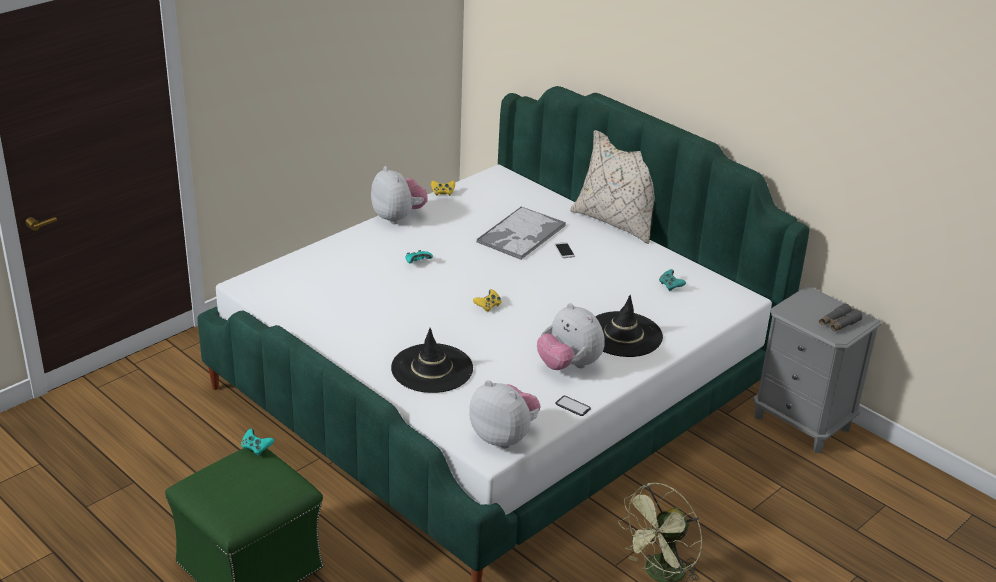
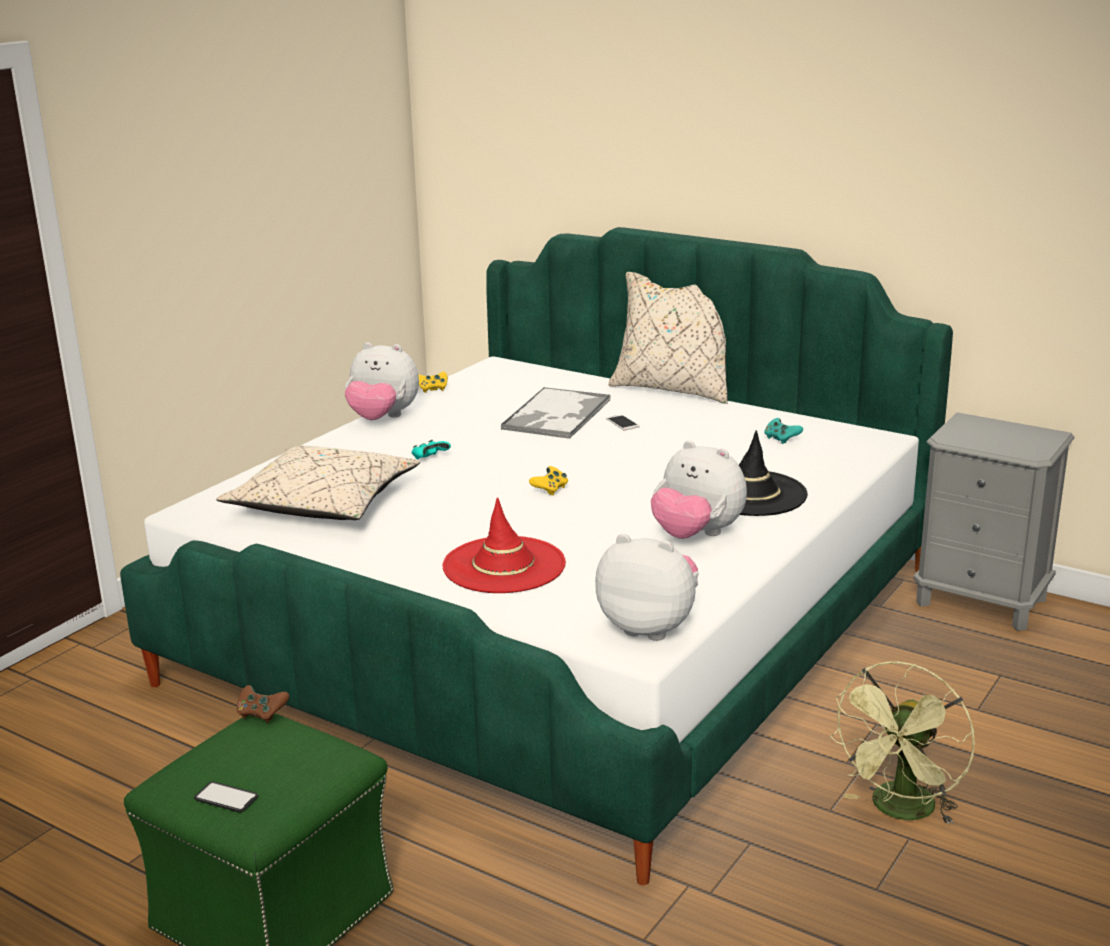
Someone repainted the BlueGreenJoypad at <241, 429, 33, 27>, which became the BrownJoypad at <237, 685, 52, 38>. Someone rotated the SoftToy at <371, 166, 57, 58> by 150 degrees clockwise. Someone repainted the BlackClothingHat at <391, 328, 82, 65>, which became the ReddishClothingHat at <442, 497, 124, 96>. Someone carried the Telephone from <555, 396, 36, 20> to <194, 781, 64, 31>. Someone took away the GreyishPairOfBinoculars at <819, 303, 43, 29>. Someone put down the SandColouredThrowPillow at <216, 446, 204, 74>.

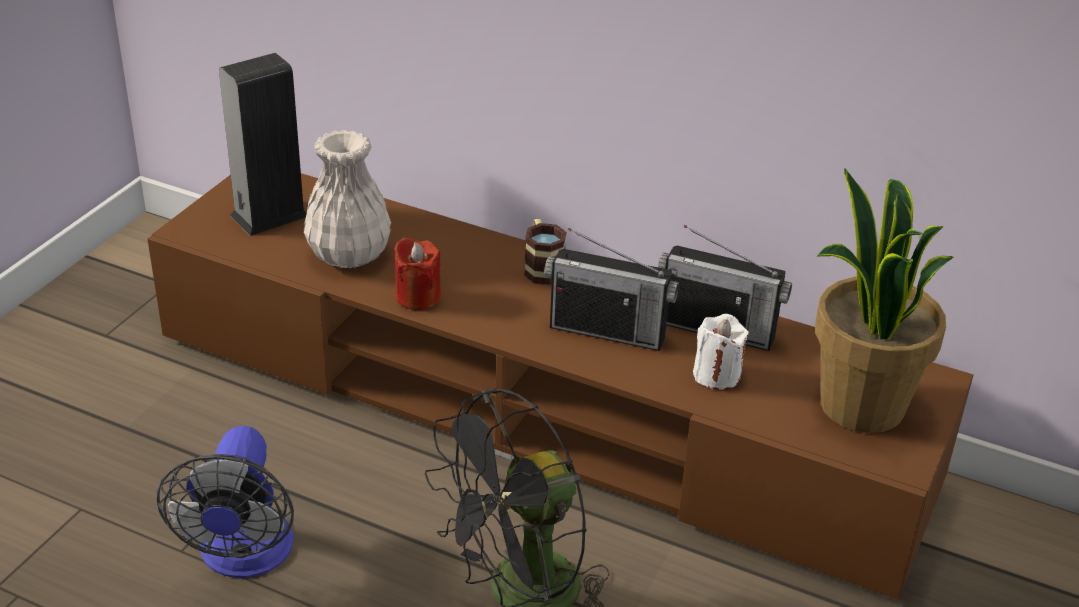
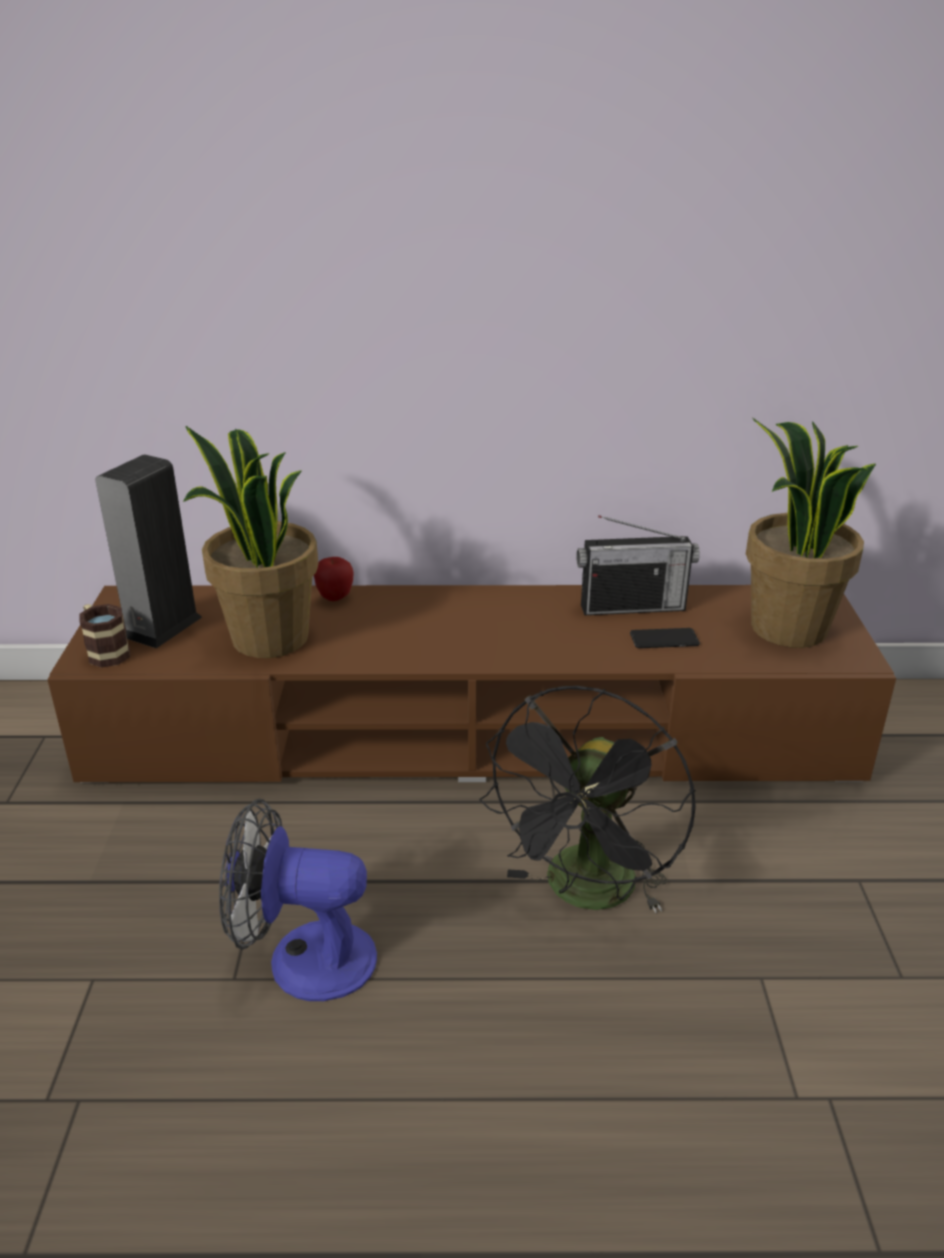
Someone rotated the Fan at <157, 426, 137, 152> by 120 degrees clockwise. Someone swapped the WhiteVase at <303, 130, 88, 138> for the PlantInAPot at <183, 426, 135, 232>. Someone took away the ReddishWaxLight at <394, 237, 47, 73>. Someone carried the Mug from <524, 219, 43, 66> to <79, 604, 51, 64>. Someone took away the RadioReceiver at <544, 228, 135, 123>. Someone swapped the WhiteWaxLight at <693, 314, 56, 76> for the Telephone at <630, 628, 70, 20>. Someone put down the WholeApple at <314, 557, 40, 44>.

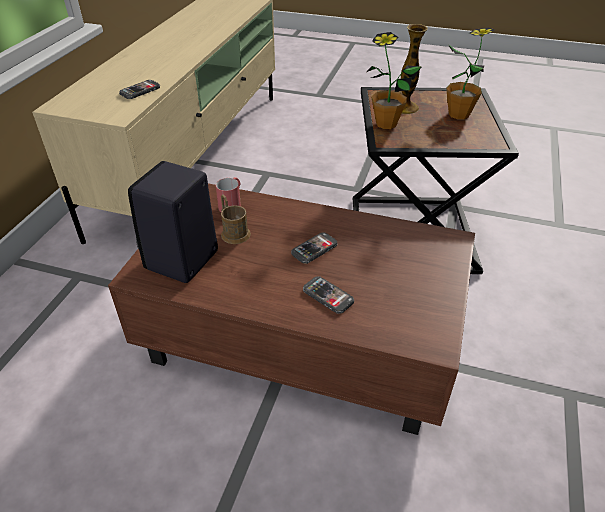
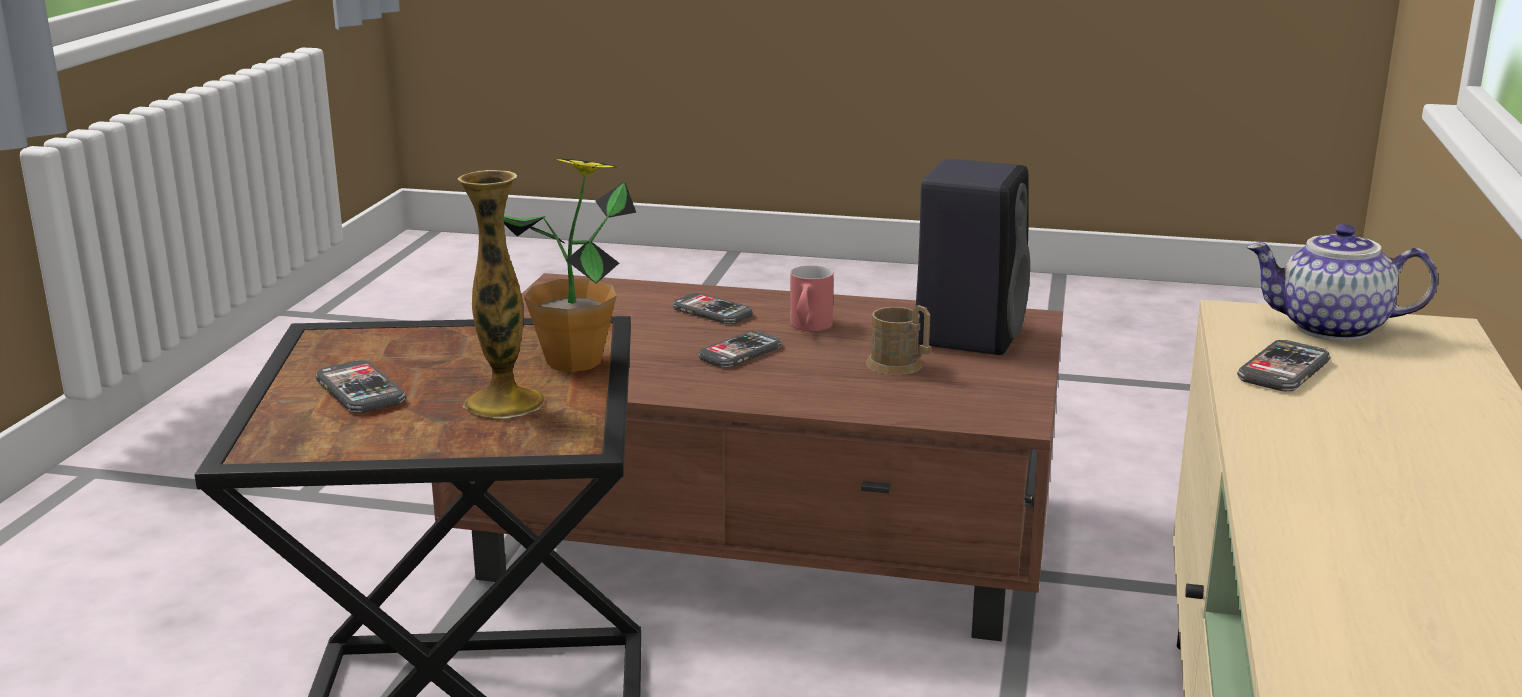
Someone carried the ReddishMug from <216, 177, 25, 35> to <790, 265, 44, 66>. Someone swapped the PlantInAPot at <446, 28, 49, 91> for the Telephone at <315, 360, 91, 53>. Someone put down the PotForTea at <1246, 224, 192, 117>.

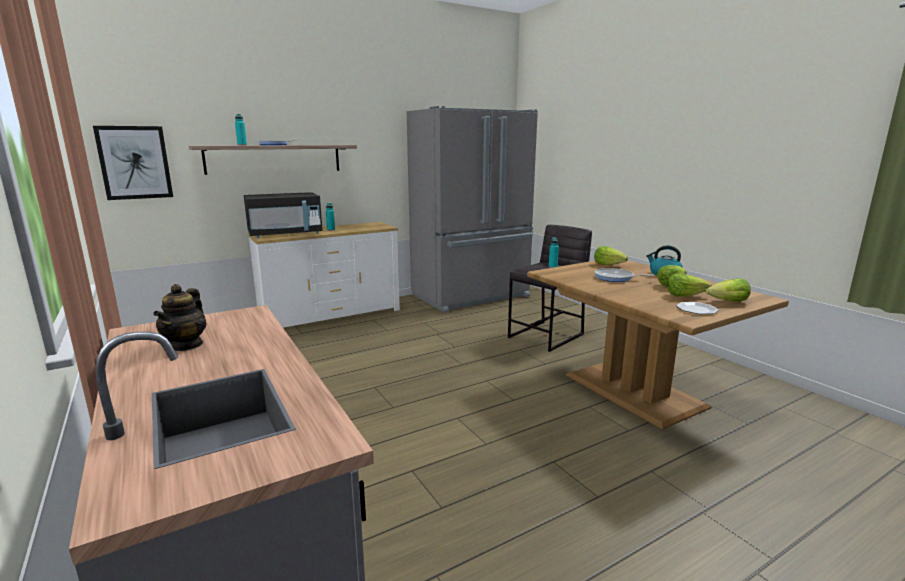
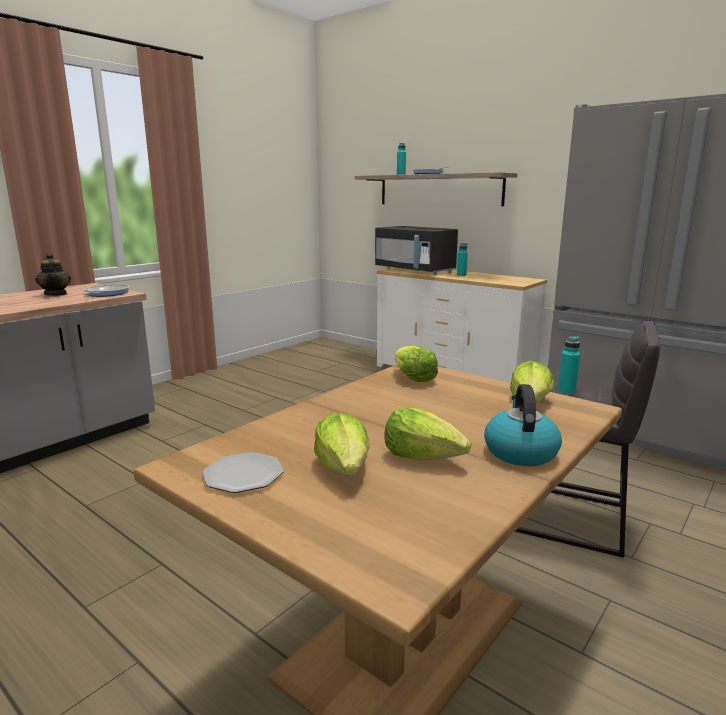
Someone took away the WallArt at <93, 126, 80, 74>. Someone rotated the PotForTea at <153, 284, 53, 67> by 105 degrees counterclockwise. Someone carried the Skillet from <595, 268, 59, 14> to <82, 284, 47, 13>. Someone carried the HeadOfLettuce from <706, 278, 45, 24> to <395, 346, 43, 36>.

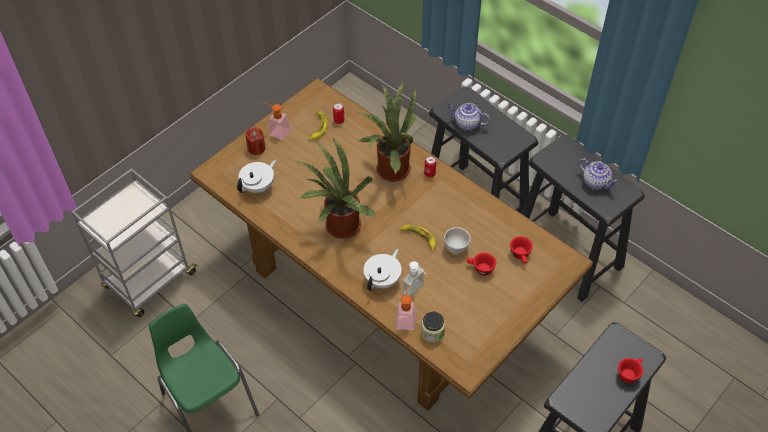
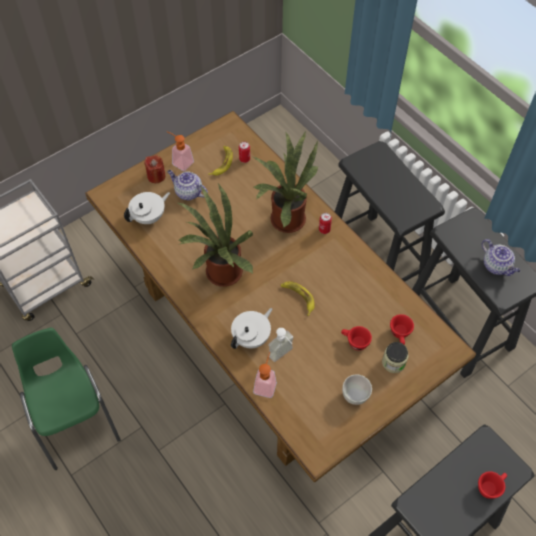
Someone carried the PreserveJar from <421, 312, 24, 31> to <382, 342, 26, 31>. Someone carried the WhiteDeepDish from <444, 227, 27, 27> to <342, 374, 30, 31>. Someone carried the PotForTea from <448, 103, 42, 28> to <167, 170, 41, 31>.

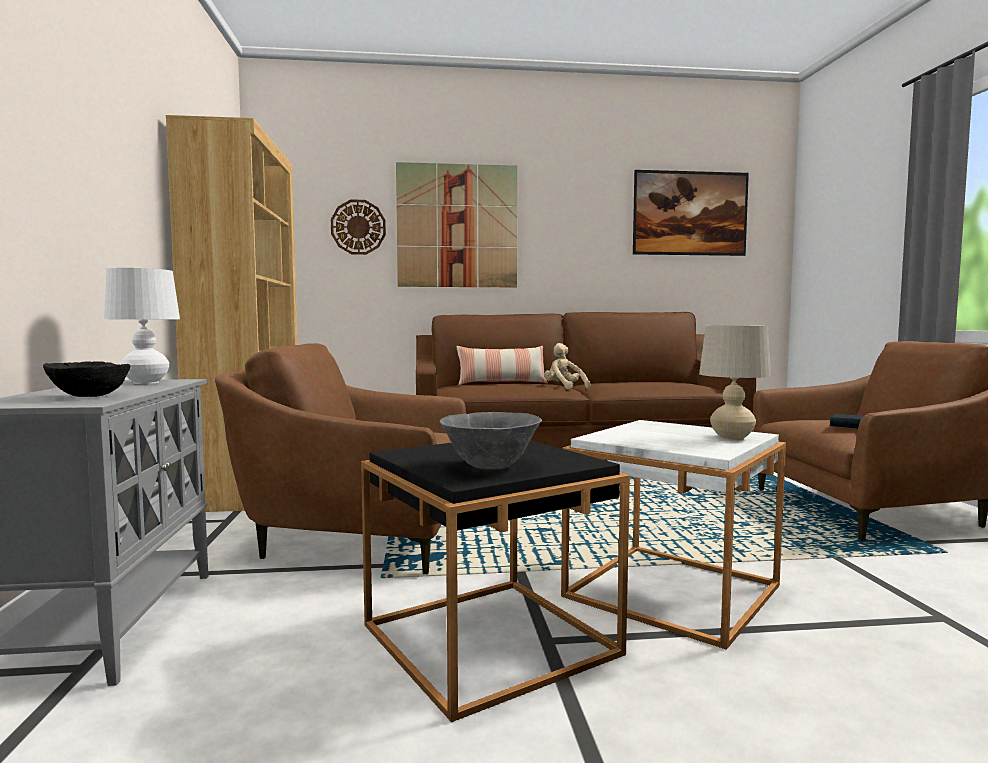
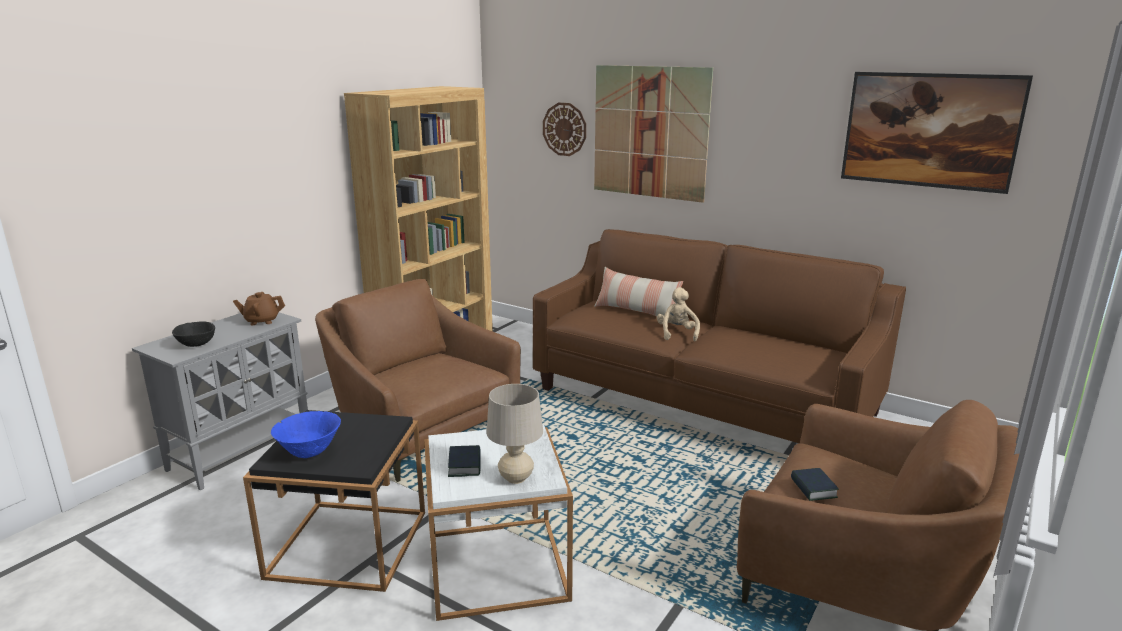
Someone swapped the WhiteLampForATable at <104, 268, 76, 116> for the BrownPotForTea at <233, 292, 52, 33>. Someone repainted the GreyishDeepDish at <440, 412, 102, 58>, which became the BlueColouredDeepDish at <271, 411, 70, 47>. Someone put down the BoundBook at <448, 445, 33, 32>.

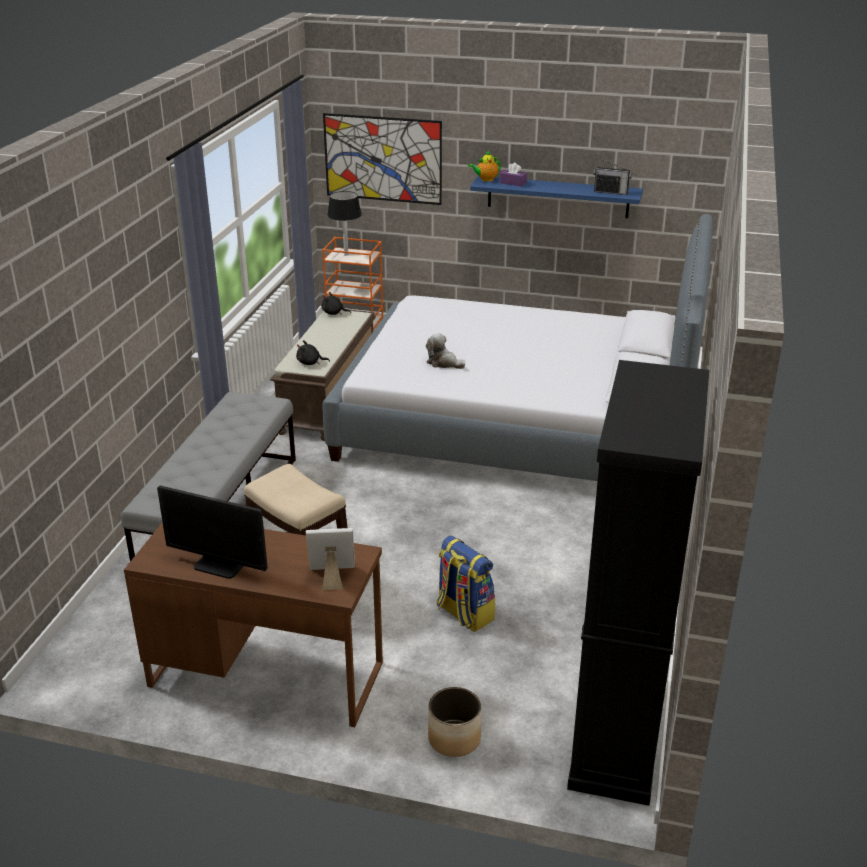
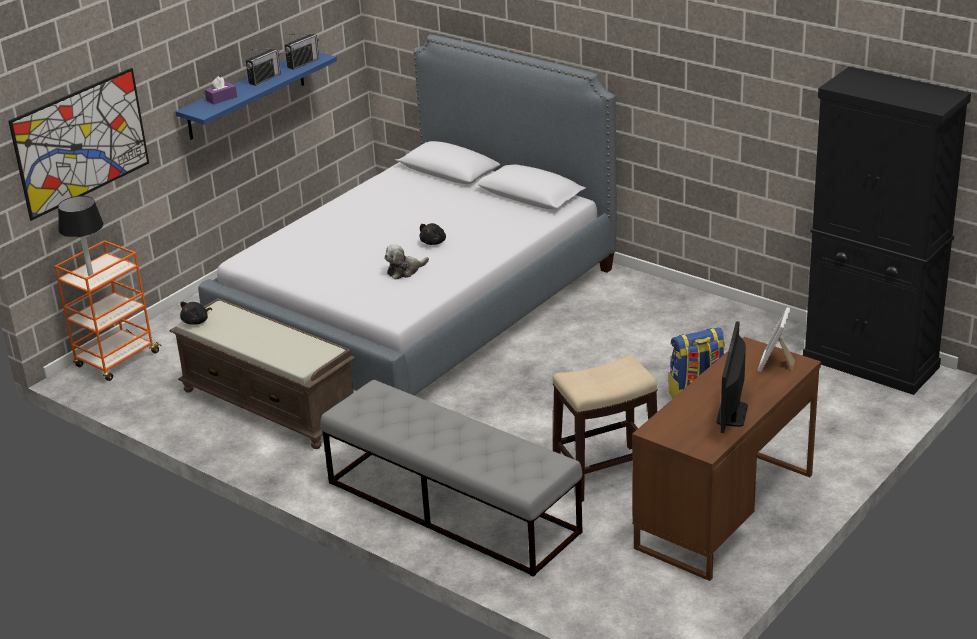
Someone rotated the ComputerScreen at <157, 485, 111, 94> by 150 degrees clockwise. Someone carried the BlackSoftToy from <296, 340, 34, 25> to <420, 223, 26, 22>. Someone took away the PlantPot at <428, 687, 53, 70>. Someone took away the PotForTea at <468, 151, 33, 30>. Someone put down the RadioReceiver at <246, 48, 35, 38>.

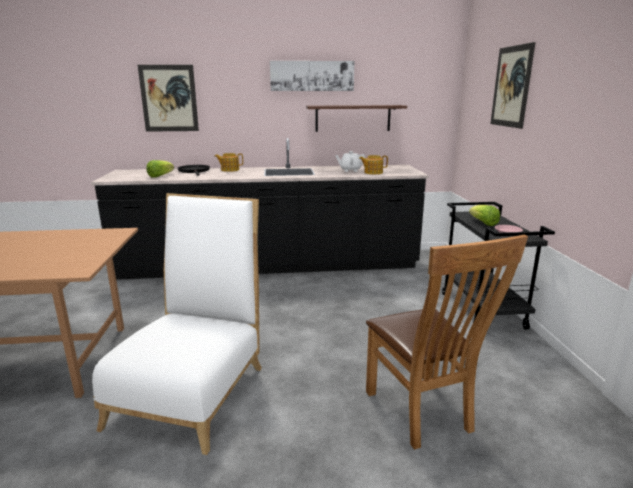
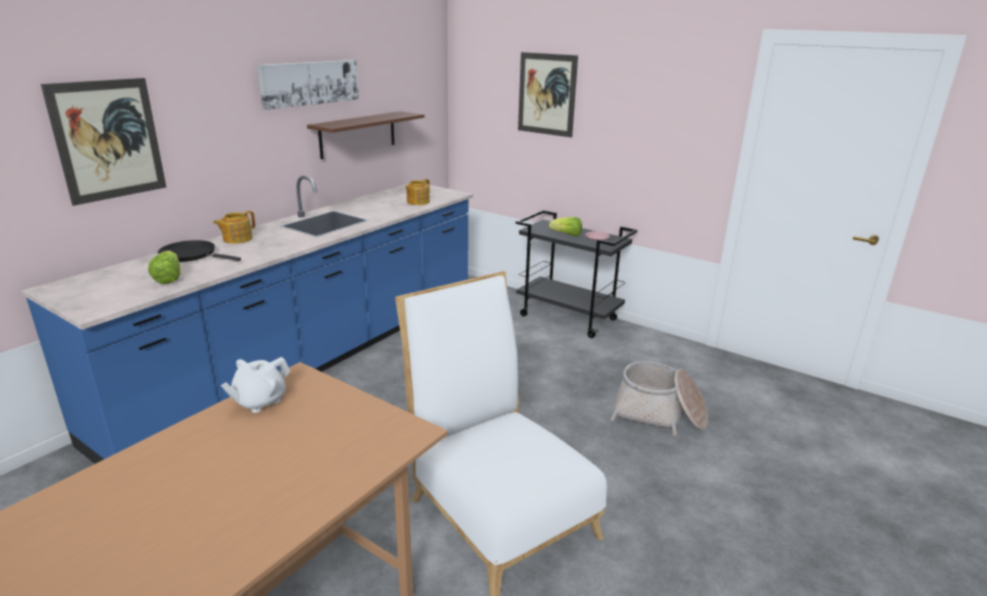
Someone repainted the BlackCounter at <91, 138, 338, 142>, which became the BlueColouredCounter at <21, 176, 452, 288>. Someone carried the WhitePotForTea from <335, 151, 30, 21> to <221, 357, 69, 56>. Someone swapped the BrownPlainChair at <366, 235, 162, 215> for the StorageBasket at <610, 361, 98, 74>.

